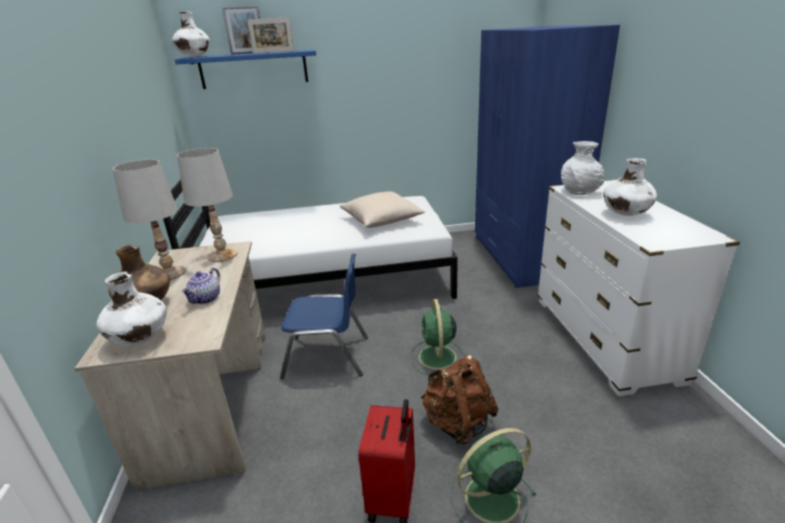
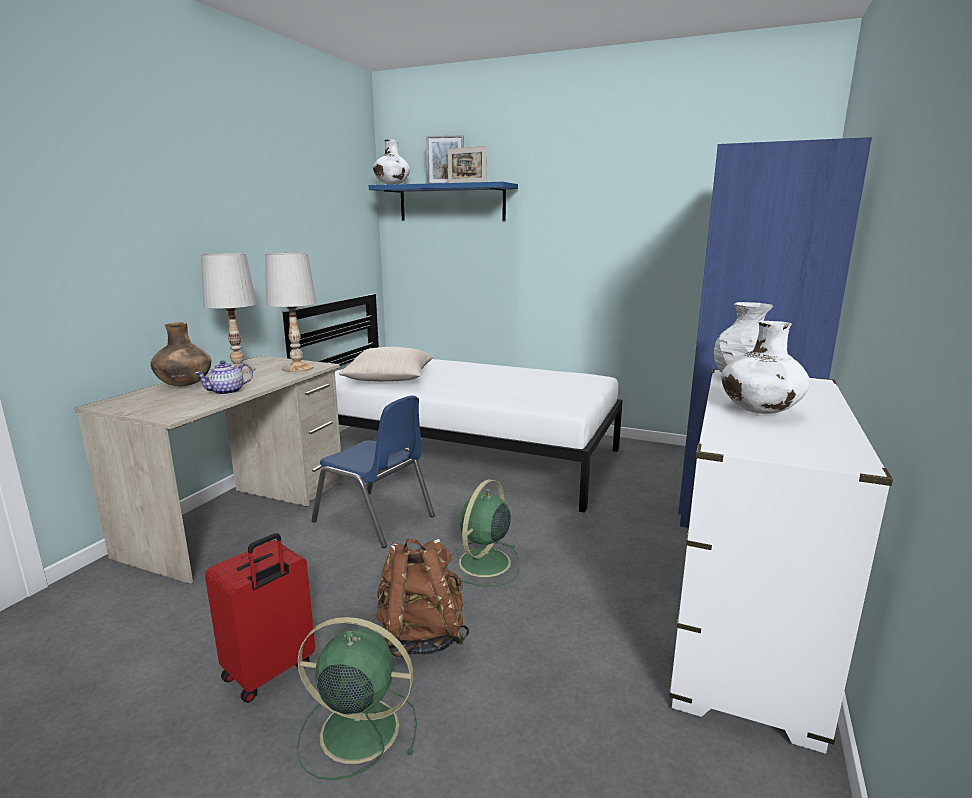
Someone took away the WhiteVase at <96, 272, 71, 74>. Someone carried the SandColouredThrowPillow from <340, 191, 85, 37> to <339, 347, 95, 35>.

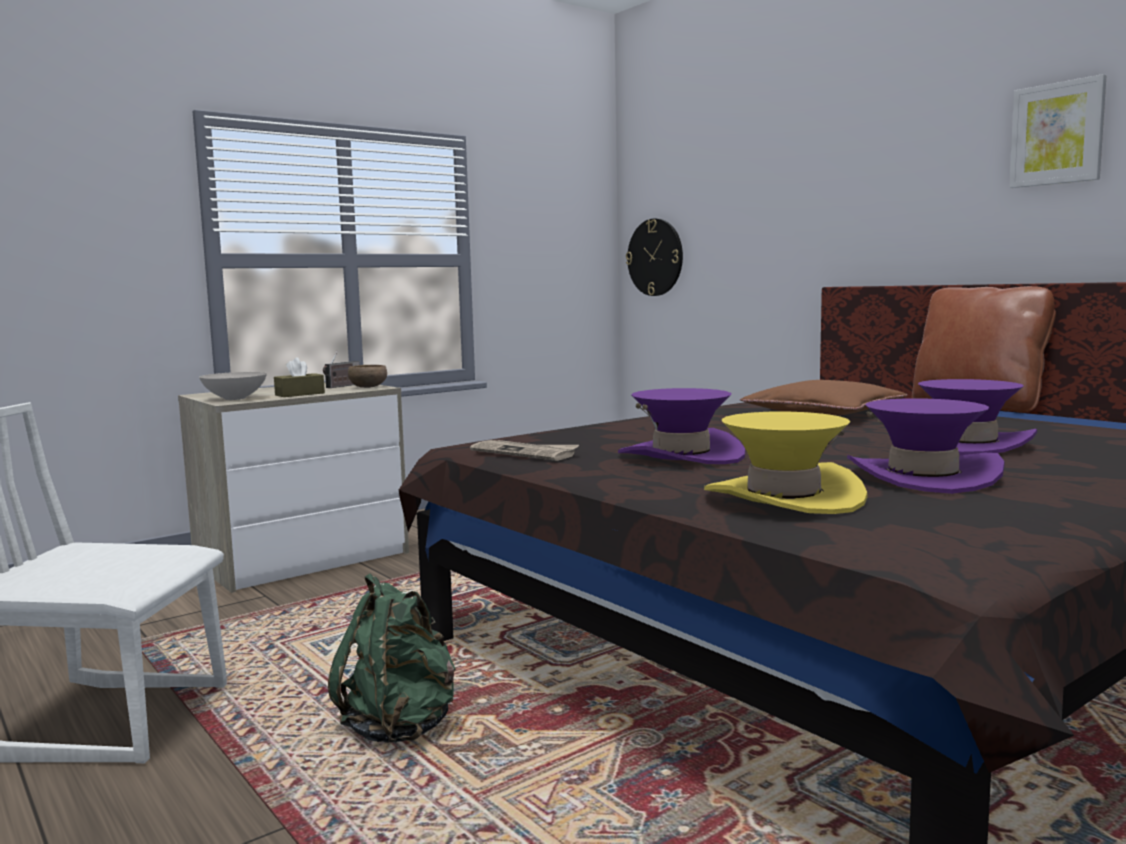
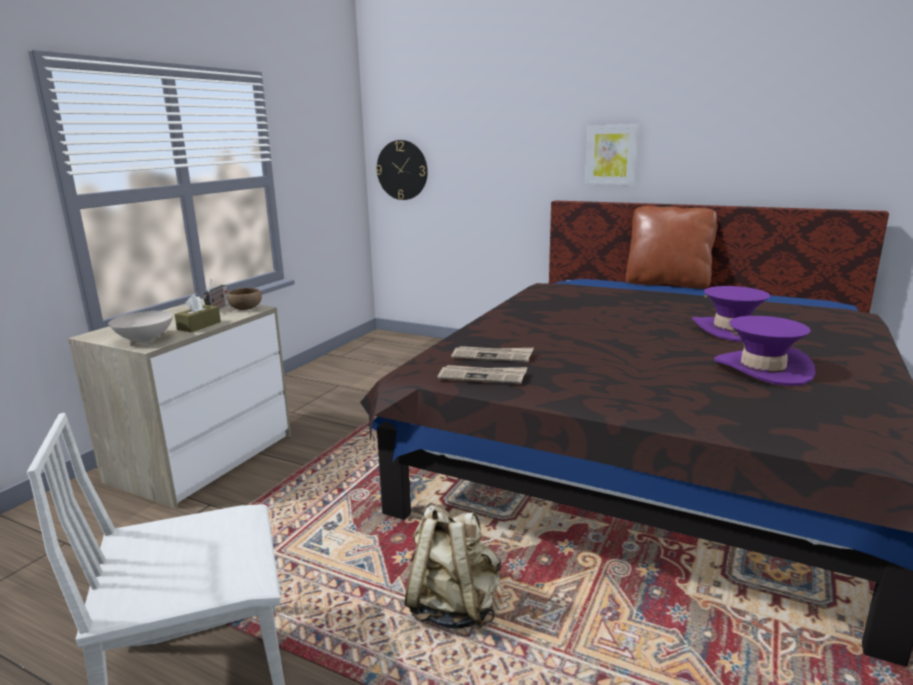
Someone repainted the GreenishRucksack at <328, 574, 127, 169>, which became the SandColouredRucksack at <404, 505, 97, 124>. Someone took away the PurpleColouredClothingHat at <618, 388, 127, 76>. Someone took away the YellowColouredClothingHat at <704, 412, 164, 102>. Someone took away the BrownThrowPillow at <740, 380, 167, 36>. Someone carried the WallArt from <1009, 74, 98, 114> to <585, 124, 54, 61>. Someone put down the DailyPaper at <451, 346, 83, 16>.

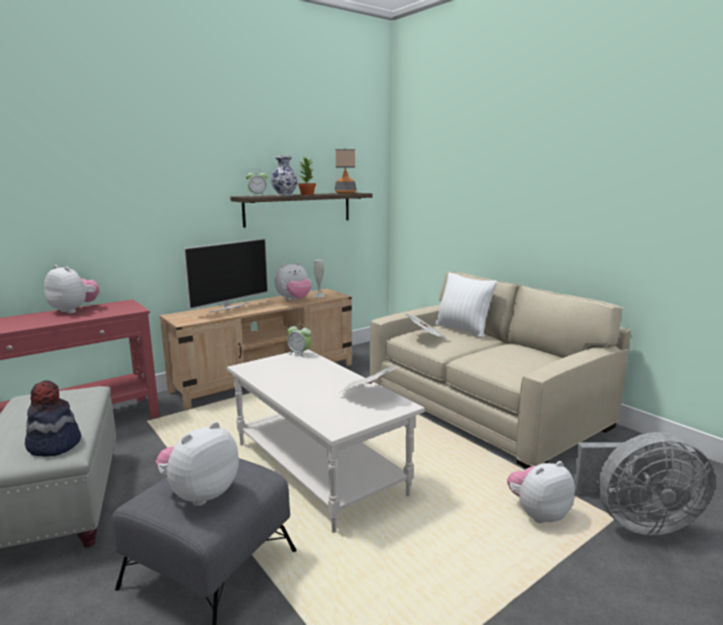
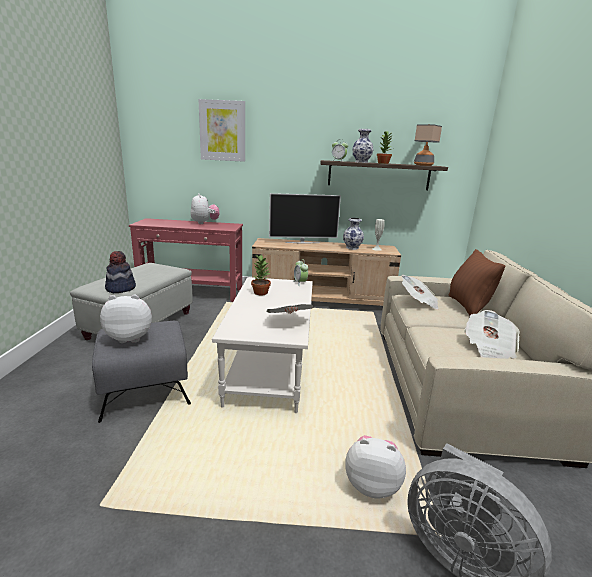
Someone swapped the SoftToy at <275, 262, 37, 38> for the Vase at <343, 218, 21, 32>. Someone repainted the WhiteThrowPillow at <435, 272, 62, 66>, which became the BrownThrowPillow at <449, 249, 56, 67>. Someone put up the WallArt at <198, 99, 47, 63>. Someone put down the PlantInAPot at <251, 255, 20, 40>. Someone put down the DailyPaper at <464, 310, 56, 49>.

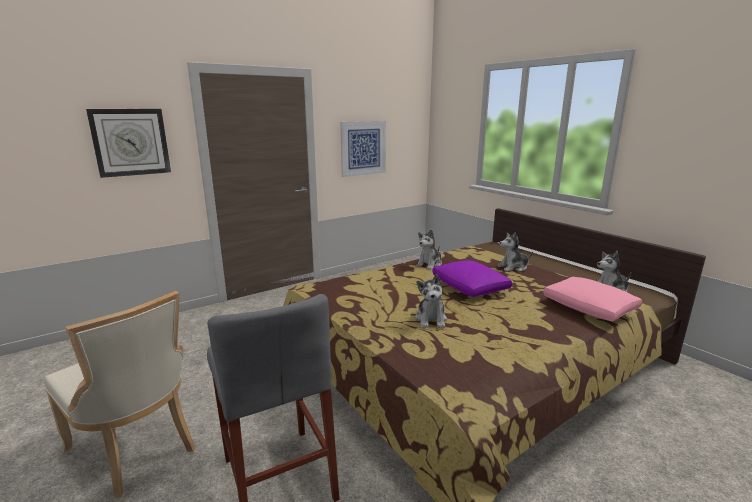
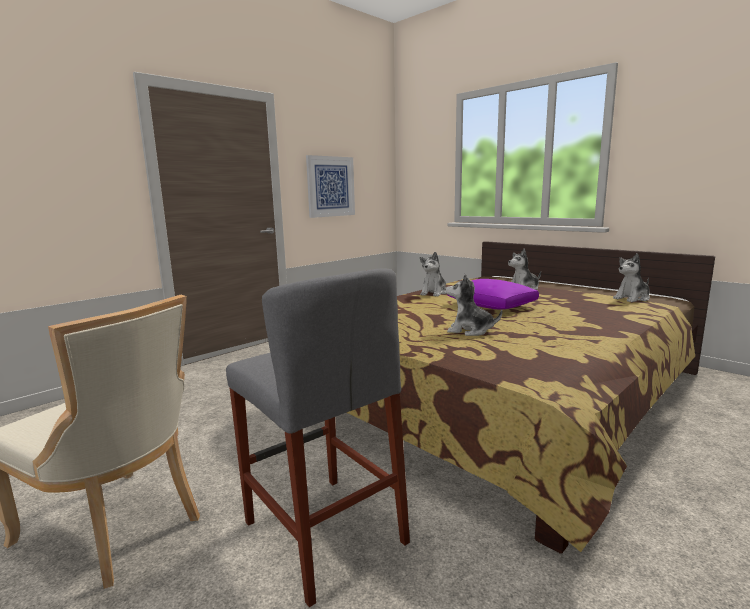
Someone took away the WallClock at <86, 109, 85, 69>. Someone rotated the SoftToy at <415, 274, 32, 54> by 120 degrees clockwise. Someone took away the PinkThrowPillow at <543, 277, 99, 45>.

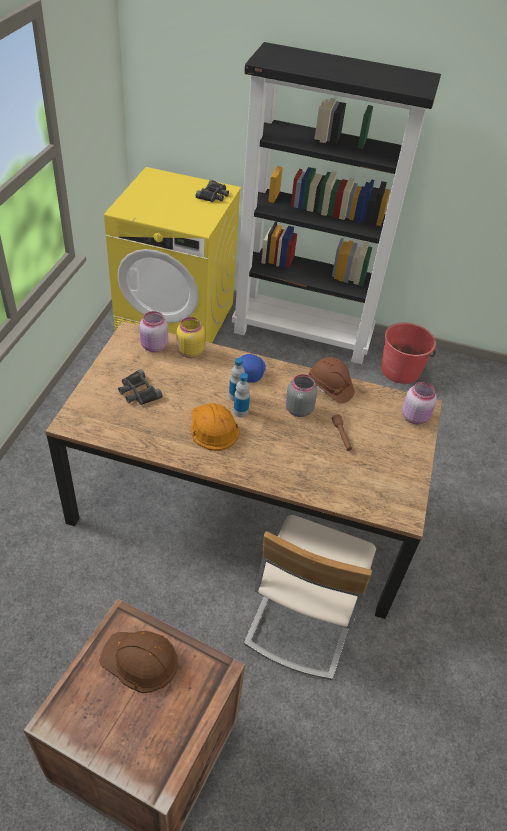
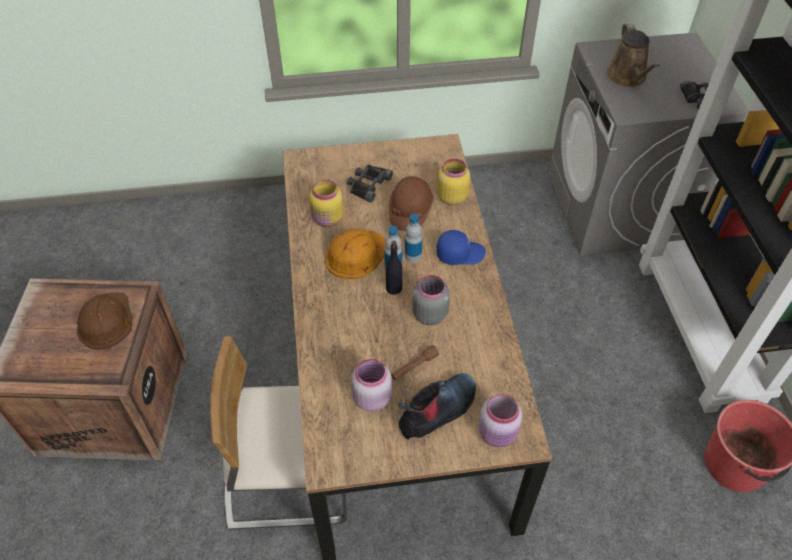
Someone repainted the YellowColouredWashingMachine at <104, 167, 137, 176>, which became the GreyishWashingMachine at <548, 32, 201, 224>. Someone carried the PinkPreserveJar from <140, 311, 28, 41> to <351, 359, 41, 52>. Someone carried the BrownSafetyHelmet from <309, 357, 46, 46> to <389, 176, 44, 55>. Someone put down the YellowColouredPreserveJar at <309, 179, 34, 48>. Someone put down the BlackBeverageBottle at <386, 240, 16, 55>. Someone put down the TallBoot at <398, 373, 78, 66>. Someone put down the BrownWateringPot at <606, 23, 54, 64>.

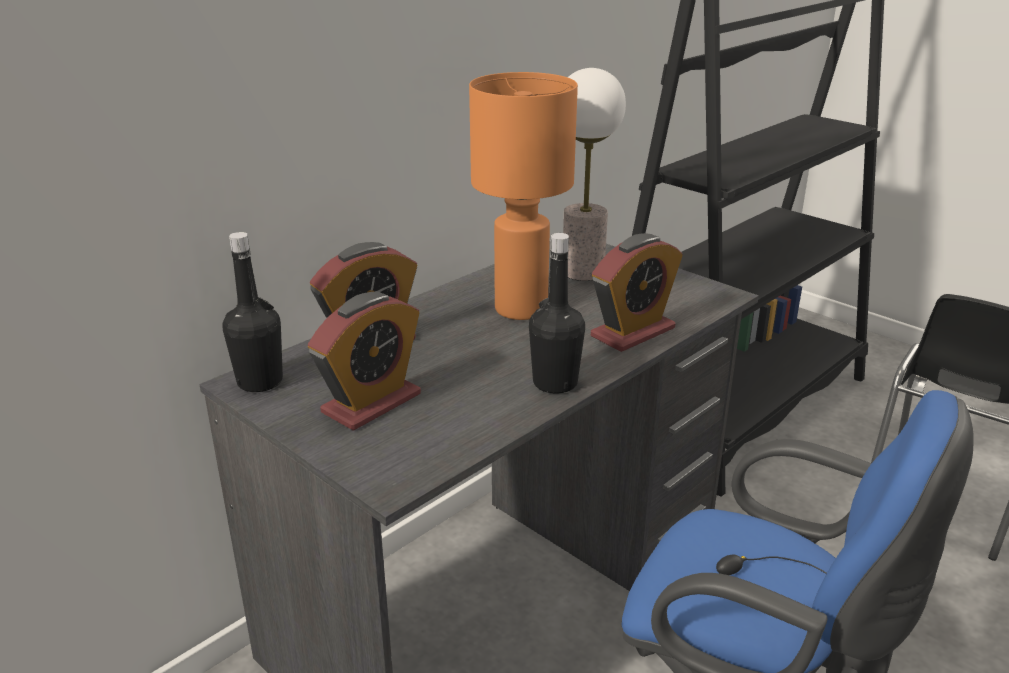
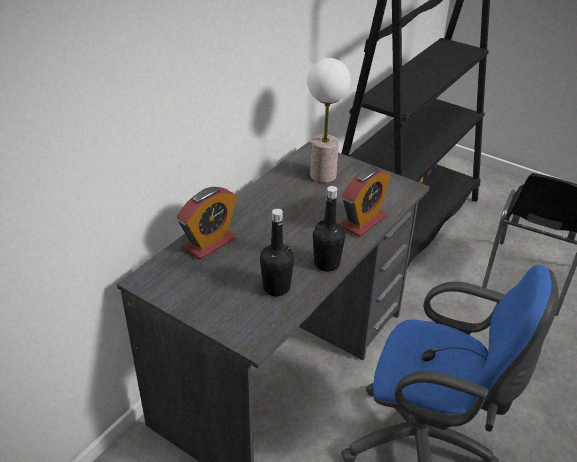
Someone carried the BlackBeverageBottle from <222, 232, 61, 160> to <260, 208, 34, 88>. Someone took away the AlarmClock at <308, 292, 113, 139>. Someone took away the OrangeyLampForATable at <469, 72, 109, 248>.

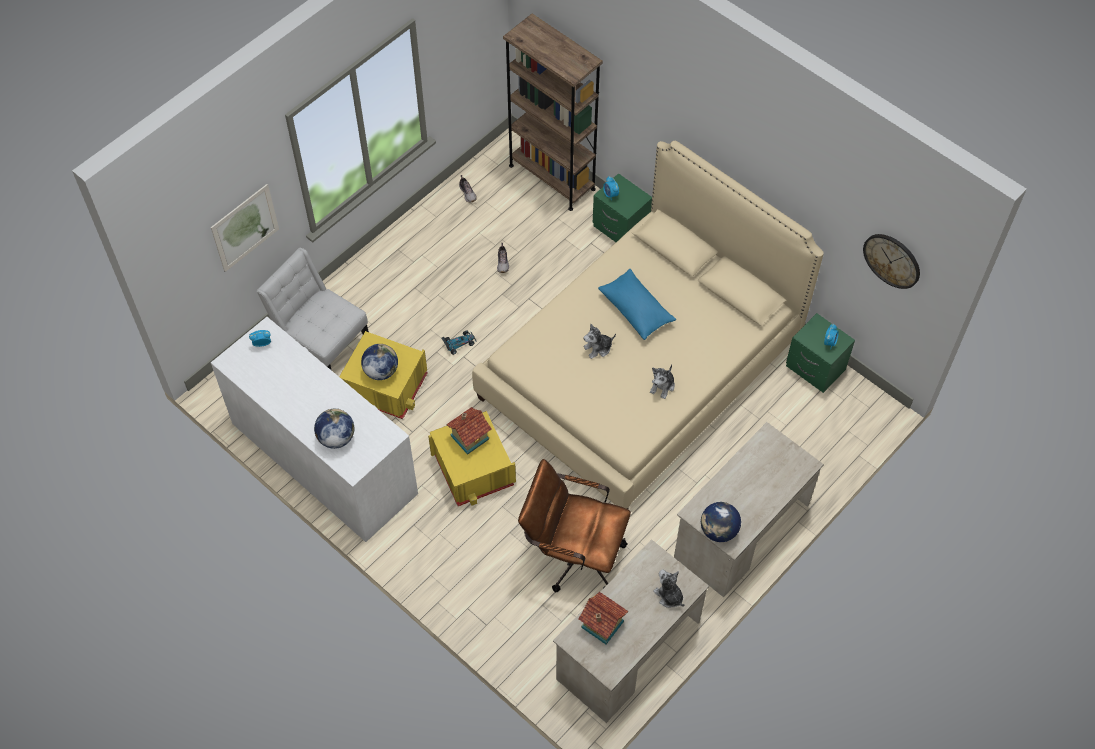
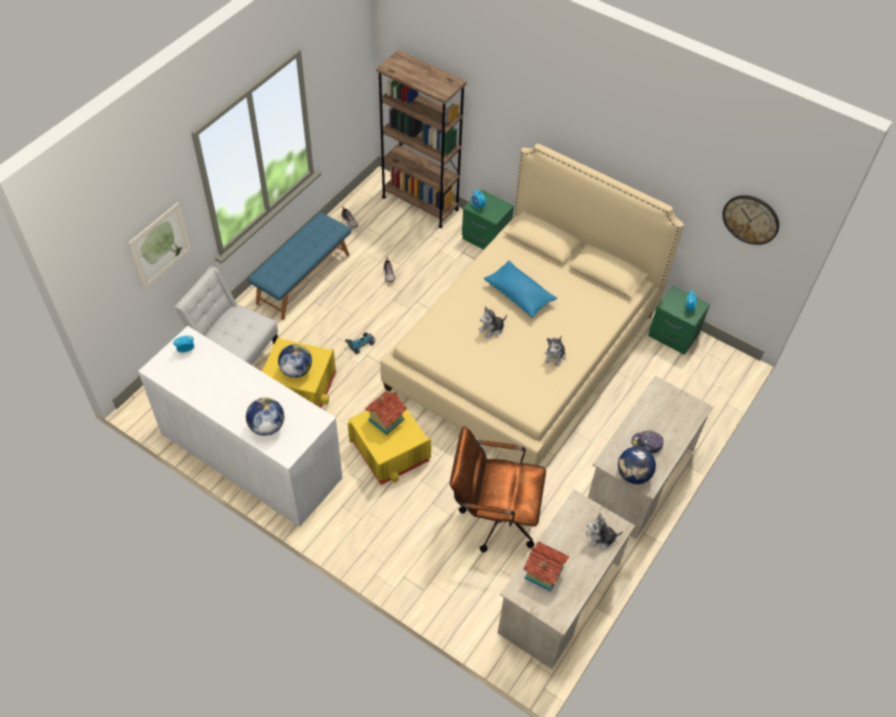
Someone rotated the SoftToy at <653, 570, 32, 38> by 45 degrees counterclockwise. Someone put down the BlueColouredIndoorBench at <248, 212, 103, 108>. Someone put down the Cap at <631, 430, 32, 23>.

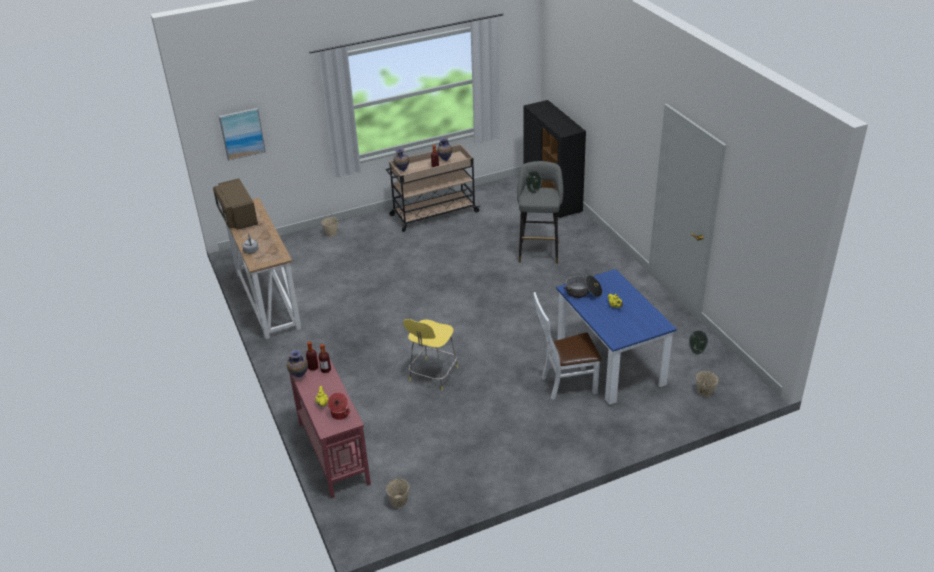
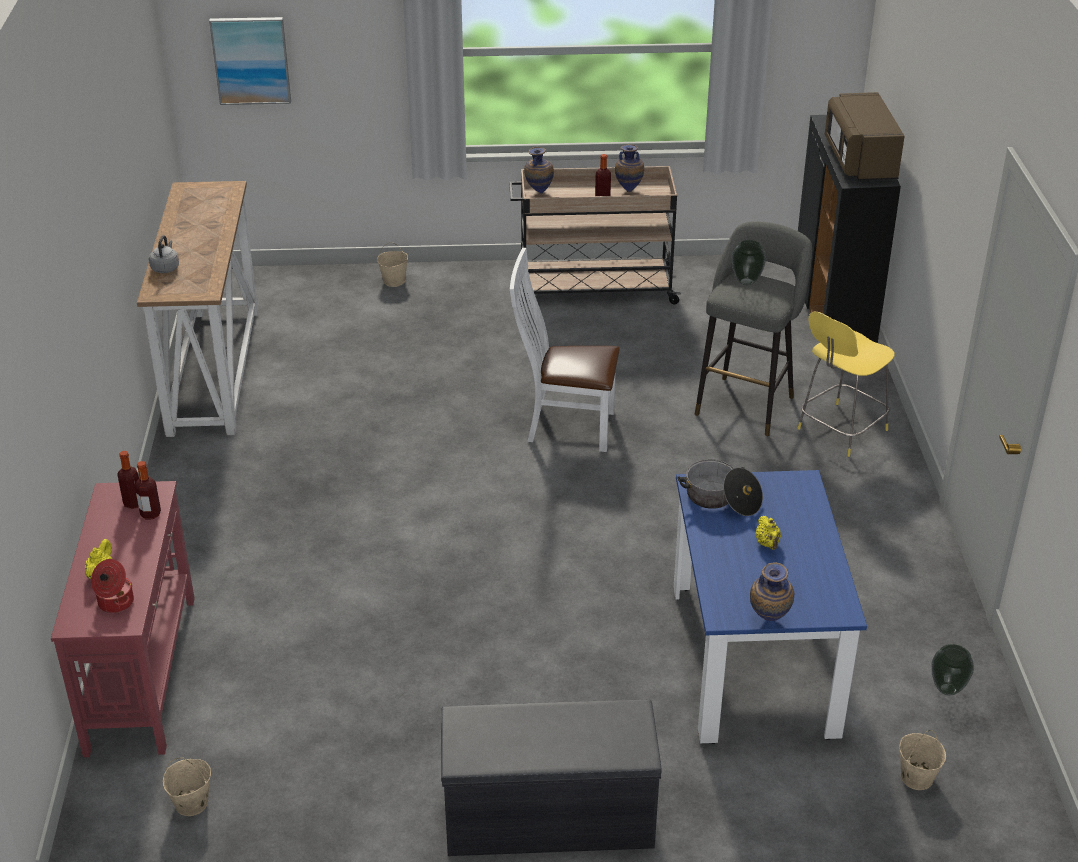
Someone carried the BrownMicrowaveOven from <213, 178, 45, 52> to <825, 92, 80, 89>. Someone carried the Vase from <287, 349, 21, 28> to <750, 563, 44, 58>. Someone carried the YellowColouredSittingStool from <403, 319, 55, 71> to <798, 312, 97, 145>. Someone carried the WhitePlainChair from <533, 292, 69, 108> to <510, 248, 110, 204>. Someone put down the GreyishIndoorBench at <441, 699, 220, 157>.

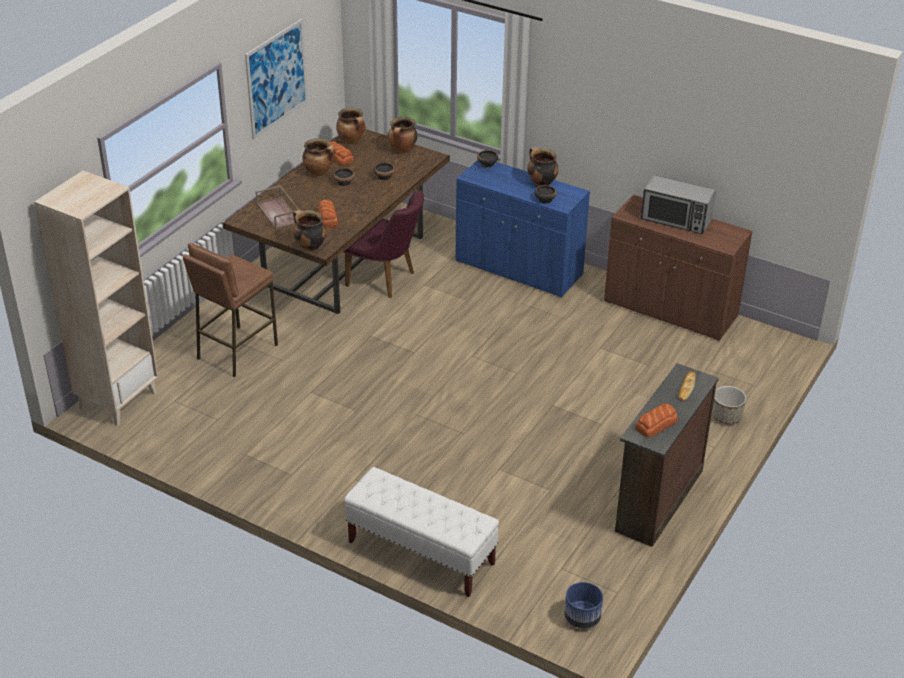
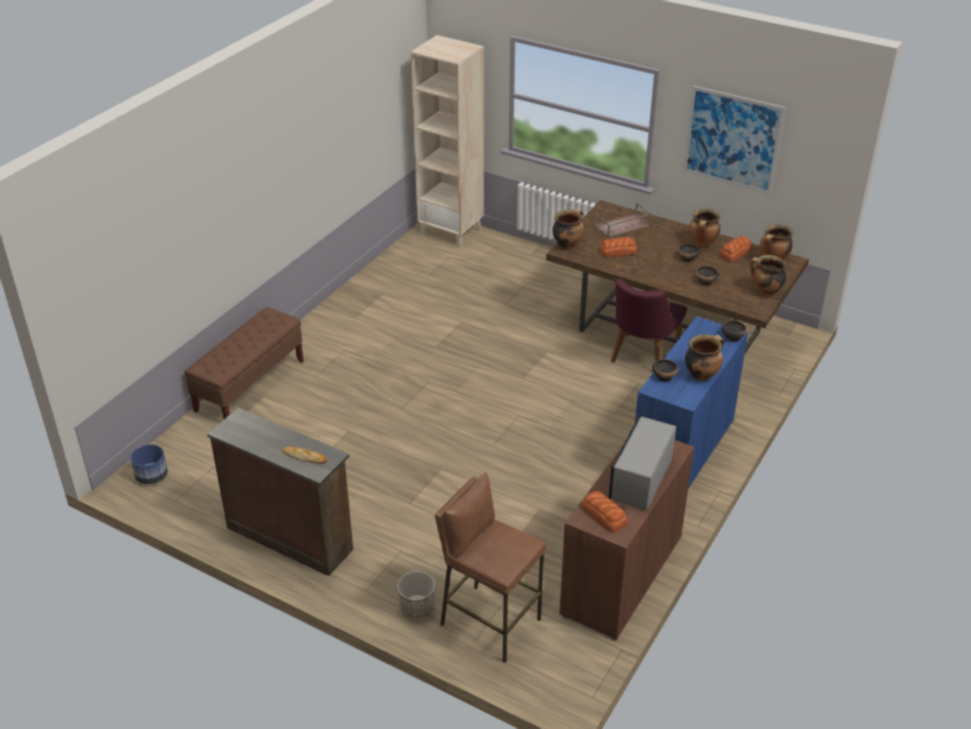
Someone carried the BrownSittingStool from <183, 243, 95, 134> to <435, 473, 111, 189>. Someone repainted the WhiteIndoorBench at <344, 467, 155, 130>, which became the BrownIndoorBench at <184, 307, 120, 112>. Someone carried the Bread from <635, 403, 43, 34> to <582, 491, 45, 42>.

